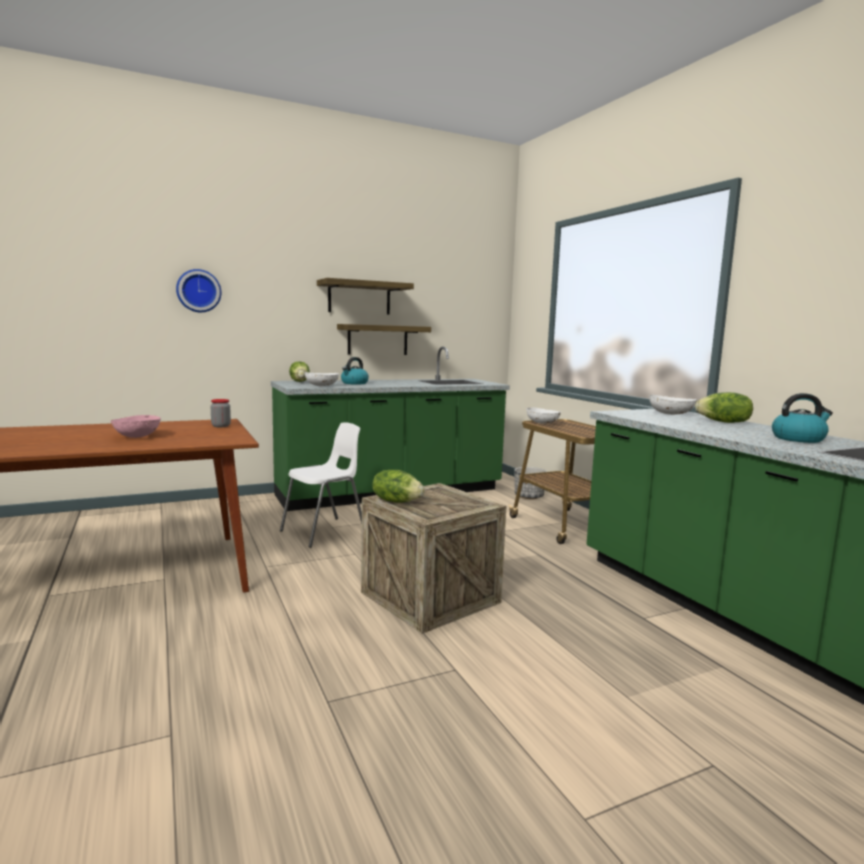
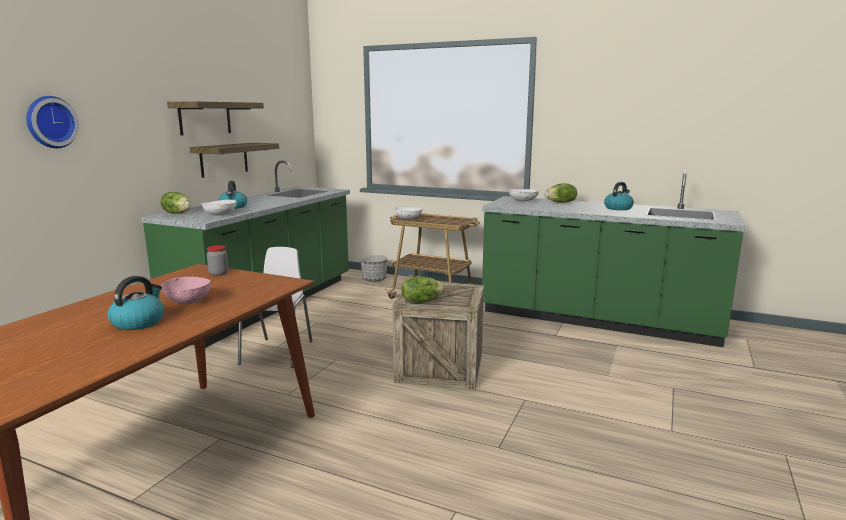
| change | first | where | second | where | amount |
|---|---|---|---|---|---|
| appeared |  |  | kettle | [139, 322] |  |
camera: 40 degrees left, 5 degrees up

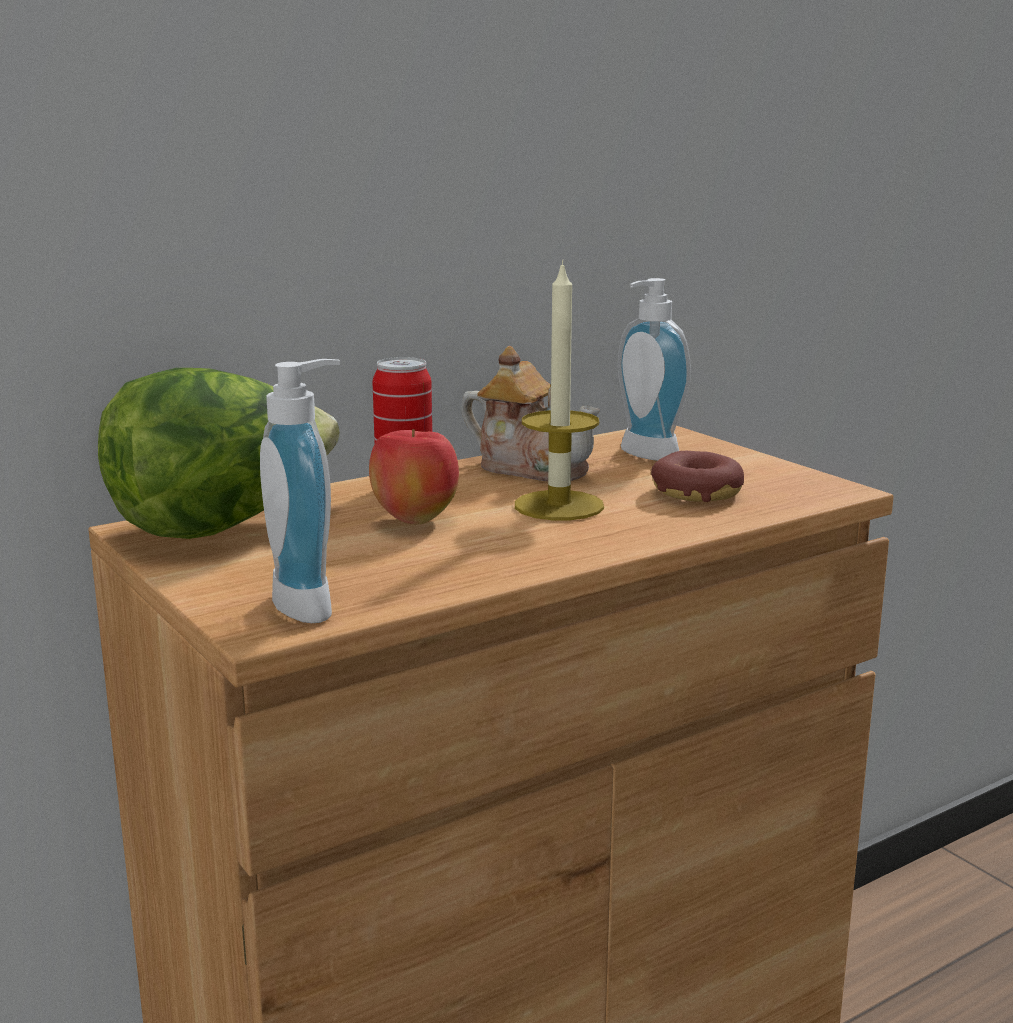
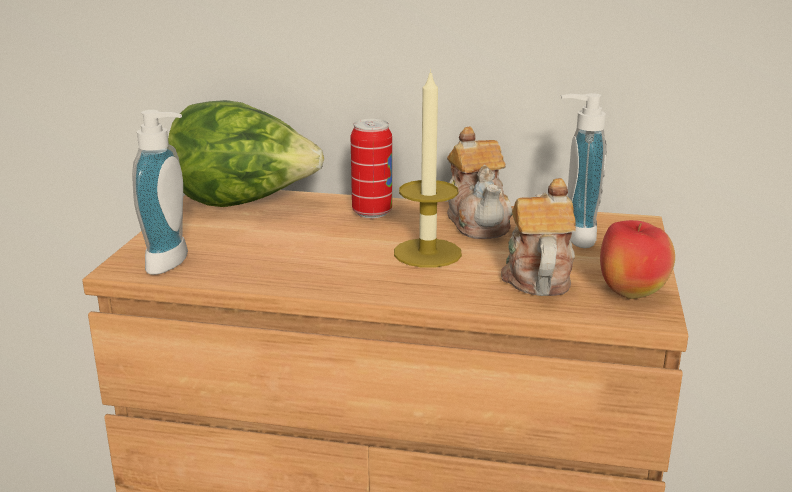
| change | first | where | second | where | amount |
|---|---|---|---|---|---|
| relocated | apple fruit | [414, 520] |  | [630, 294] |  |
| exchanged | donut | [696, 492] | teapot | [536, 276] |  |
camera: 45 degrees right, 5 degrees up

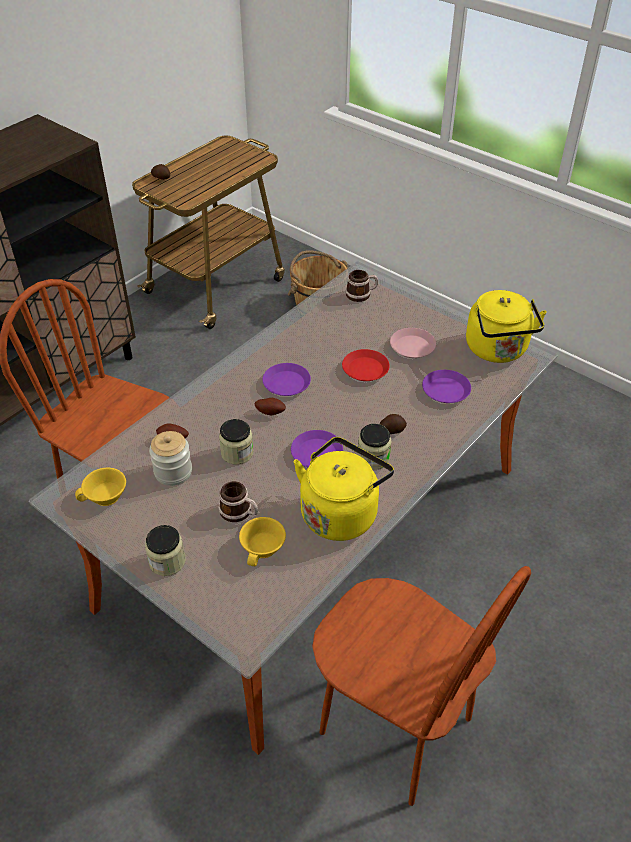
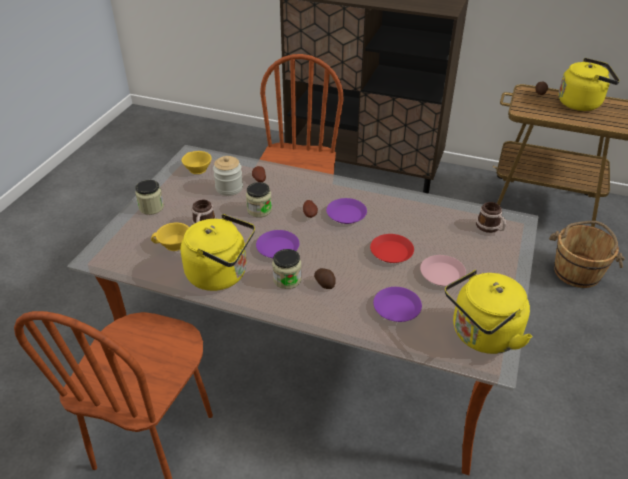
| change | first | where | second | where | amount |
|---|---|---|---|---|---|
| appeared |  |  | kettle in yellow | [582, 103] |  |
camera: 70 degrees right, 5 degrees down

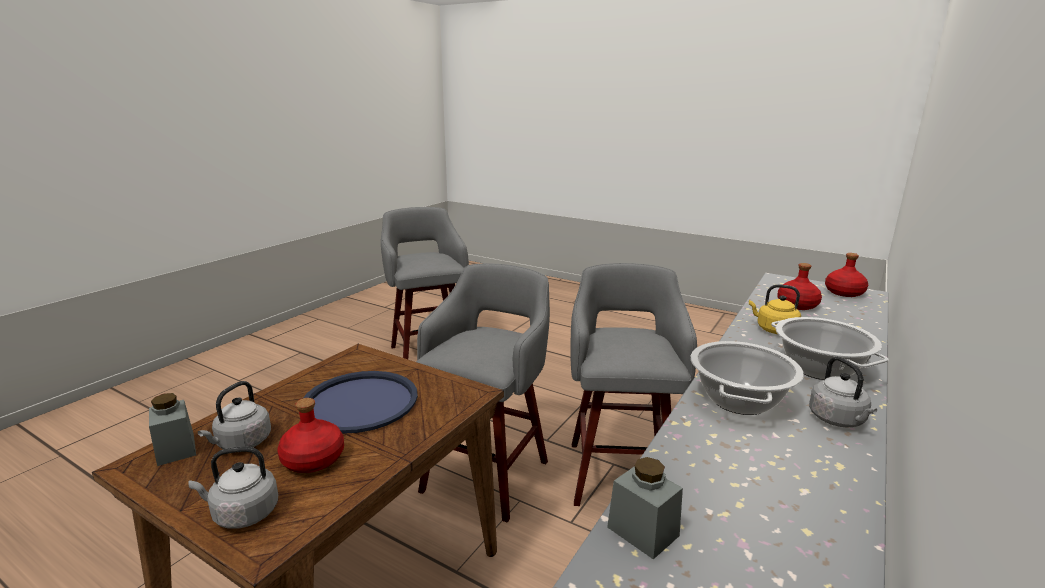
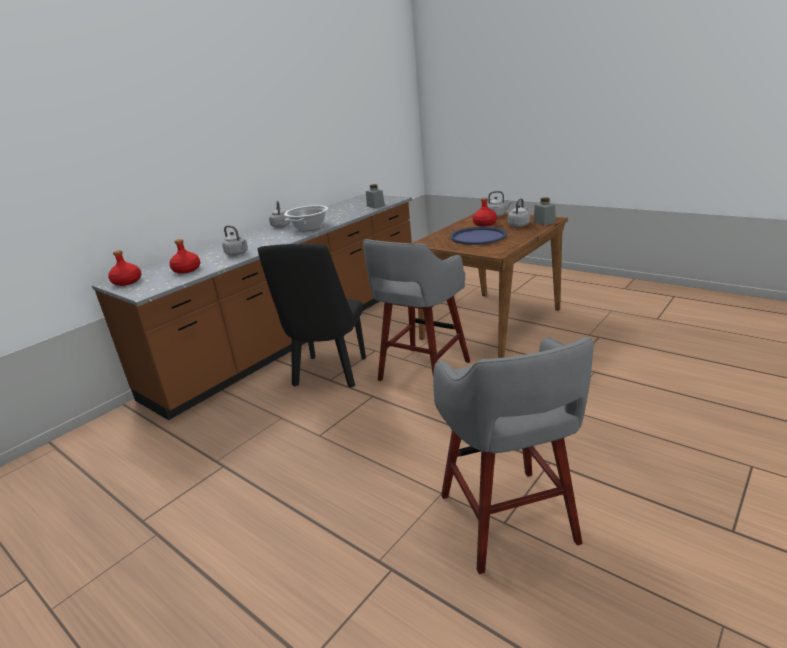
| change | first | where | second | where | amount |
|---|---|---|---|---|---|
| missing | saucepot | [819, 368] |  |  |  |
| exchanged | sitting stool in greyish | [620, 471] | plain chair in black-coloured | [329, 375] |  |
| colour | kettle in yellow | [774, 330] | kettle in greyish | [237, 254] |  |
camera: 170 degrees left, 5 degrees up

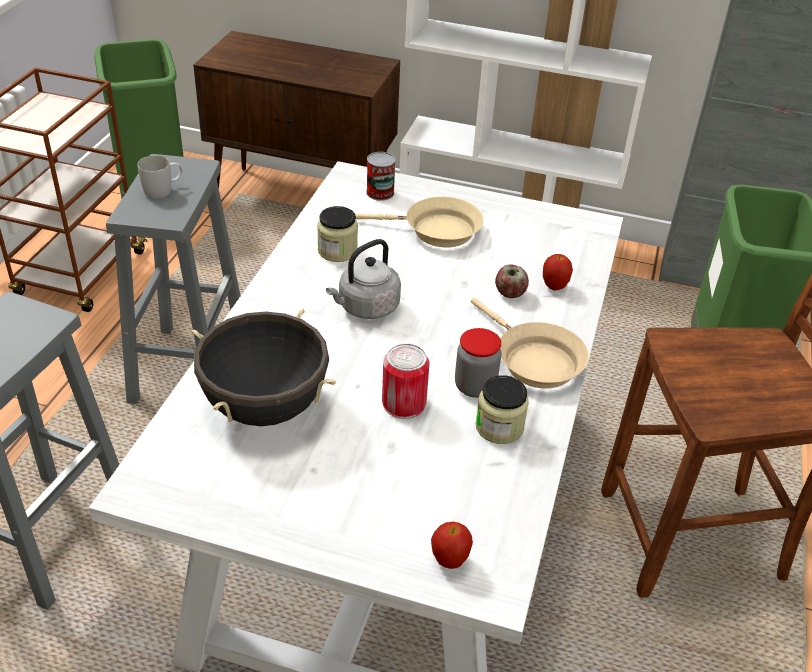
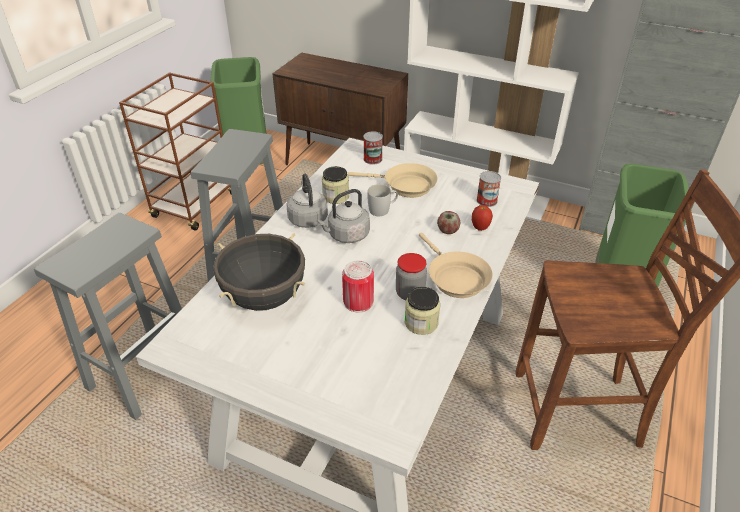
| change | first | where | second | where | amount |
|---|---|---|---|---|---|
| missing | apple fruit | [449, 561] |  |  |  |
| appeared |  |  | kettle in greyish | [307, 218] |  |
| appeared |  |  | can | [486, 201] |  |
| relocated | tea mug in white | [163, 190] |  | [383, 209] |  |
camera: 10 degrees right, 0 degrees up

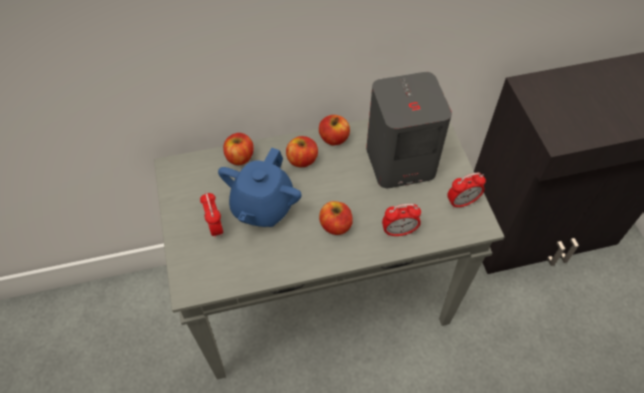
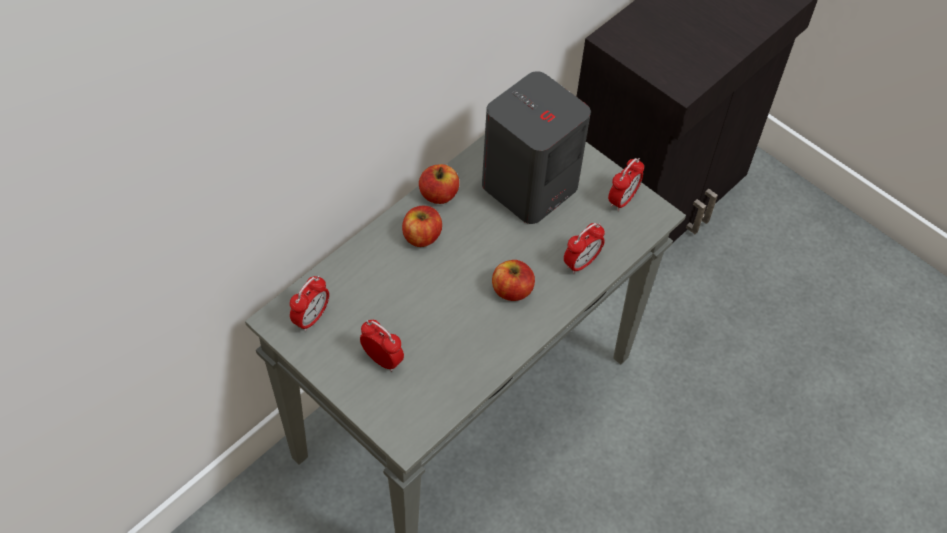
| change | first | where | second | where | amount |
|---|---|---|---|---|---|
| missing | teapot in bluish | [262, 207] |  |  |  |
| missing | apple fruit | [239, 157] |  |  |  |
| appeared |  |  | bedside clock | [311, 318] |  |
camera: 35 degrees left, 0 degrees up

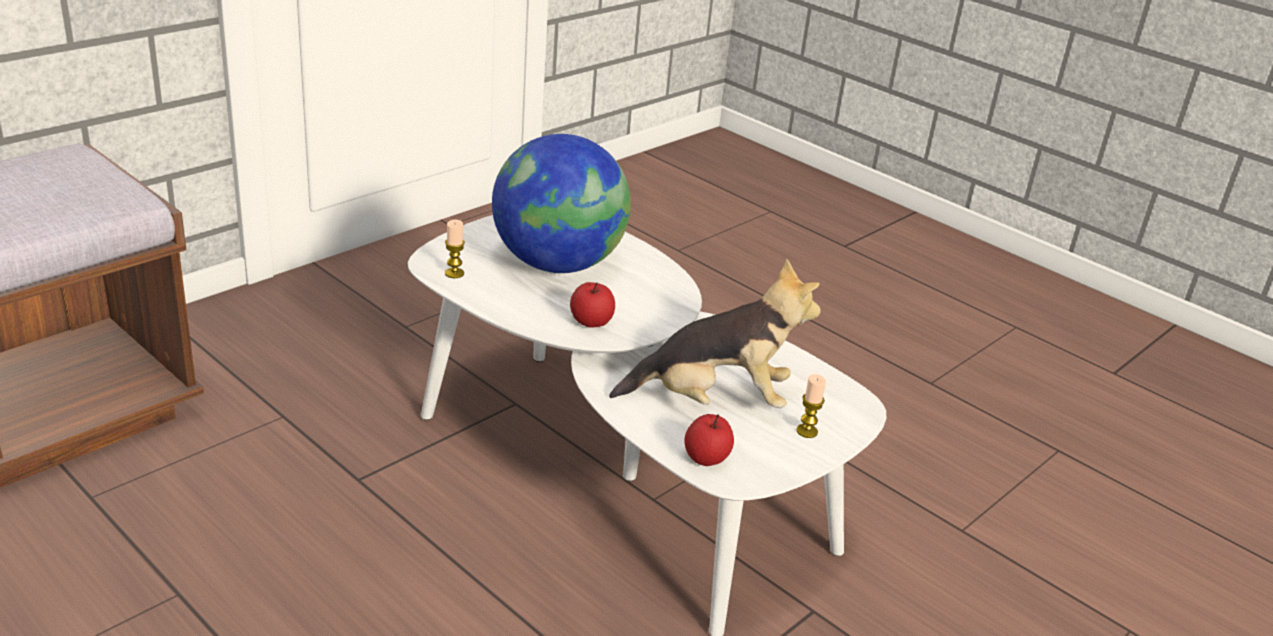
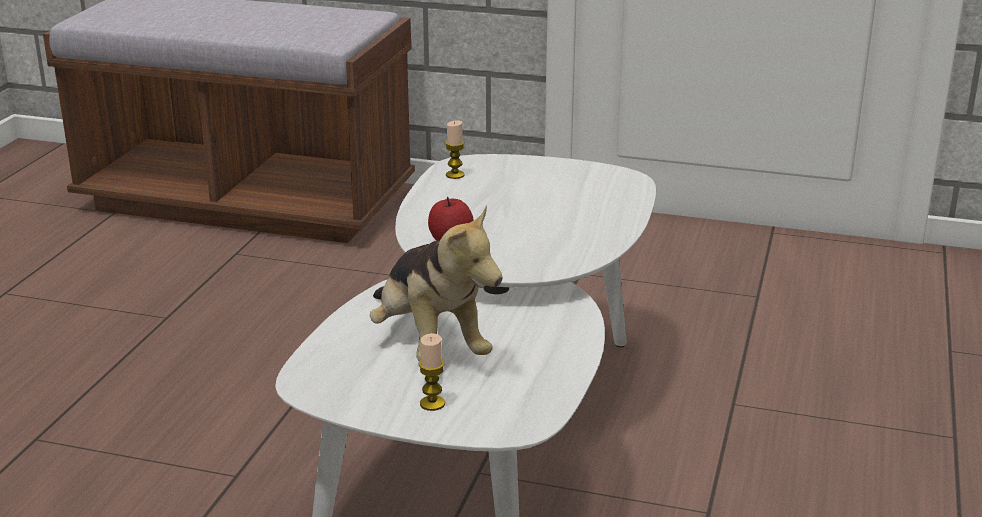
| change | first | where | second | where | amount |
|---|---|---|---|---|---|
| missing | desk globe | [557, 264] |  |  |  |
| missing | apple fruit | [706, 458] |  |  |  |
camera: 65 degrees right, 5 degrees down

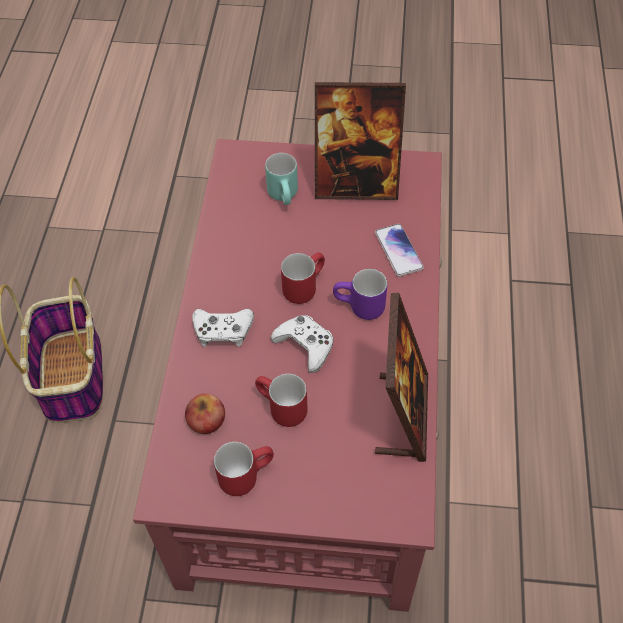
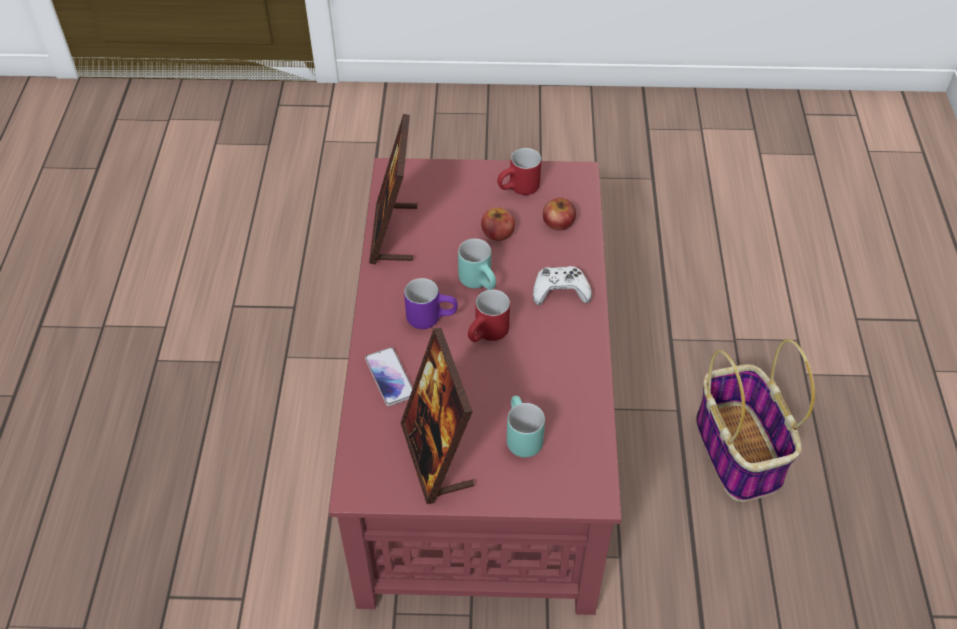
| change | first | where | second | where | amount |
|---|---|---|---|---|---|
| exchanged | tea mug in reddish | [280, 410] | apple fruit | [497, 232] |  |
| exchanged | joypad in white | [305, 345] | tea mug in turquoise | [481, 282] |  |
| spun | photo frame | [356, 185] |  | [437, 456] | 105 degrees counterclockwise |
camera: 175 degrees right, 5 degrees down

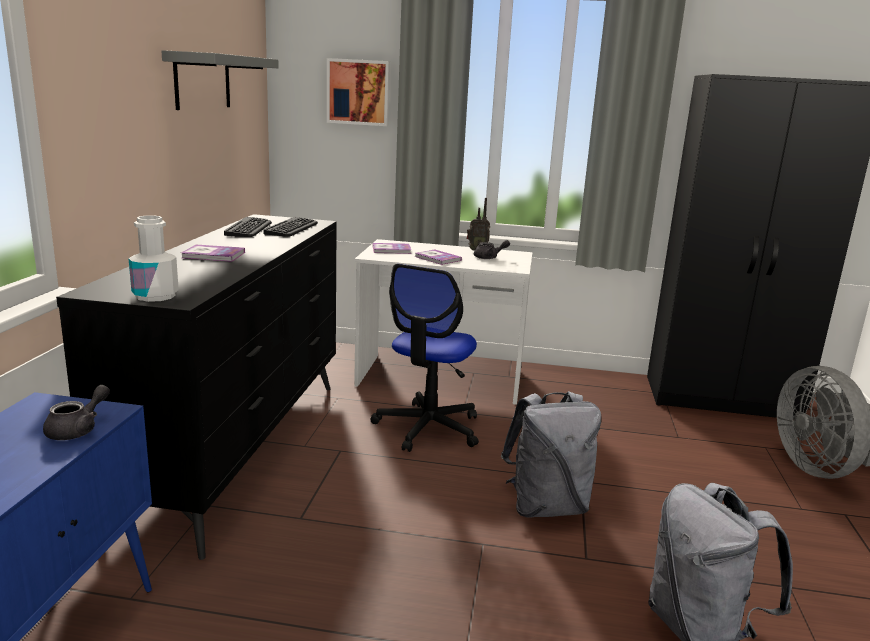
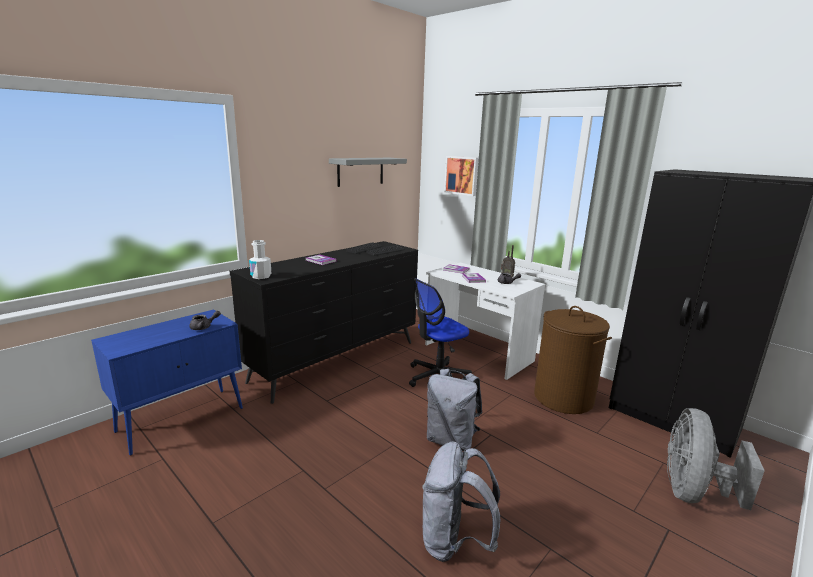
| change | first | where | second | where | amount |
|---|---|---|---|---|---|
| appeared |  |  | hamper in brown | [563, 398] |  |
camera: 35 degrees right, 0 degrees up

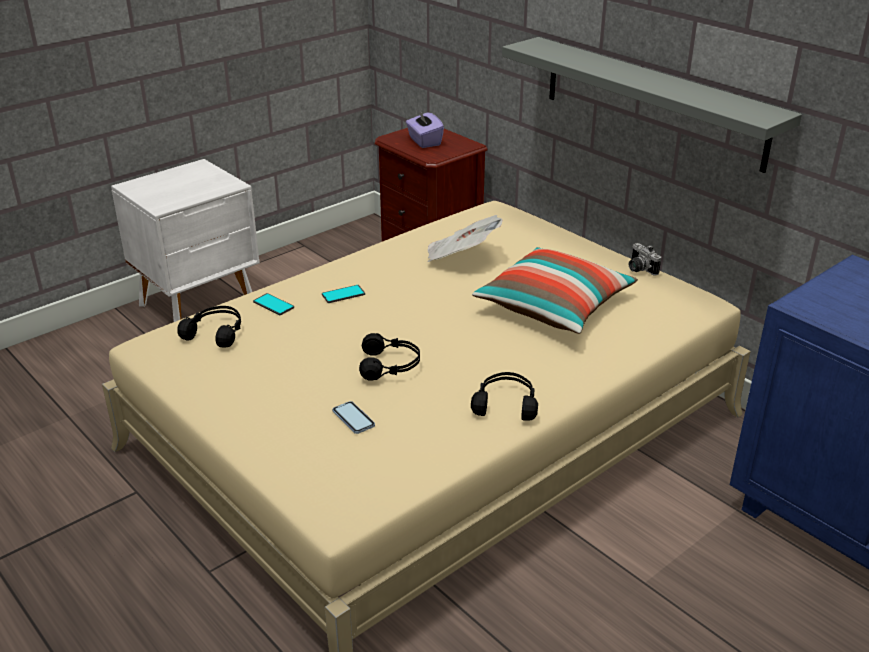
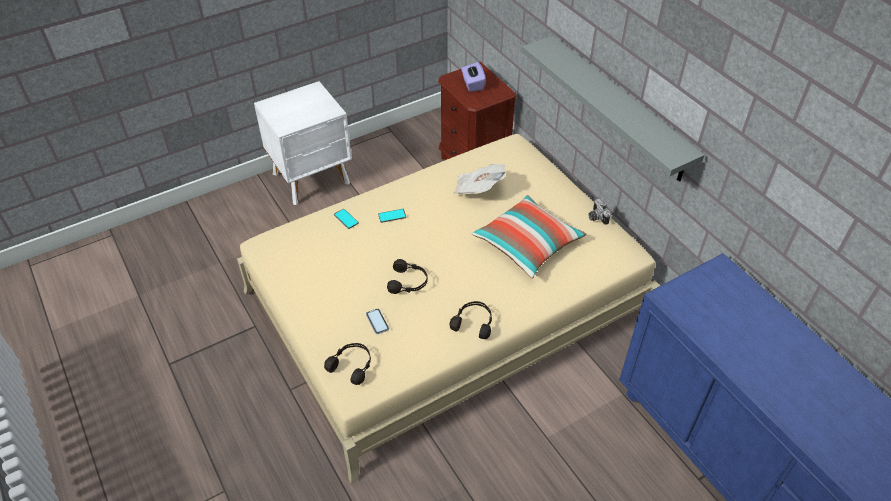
| change | first | where | second | where | amount |
|---|---|---|---|---|---|
| relocated | headset in black-coloured | [216, 333] |  | [352, 365] |  |
camera: 10 degrees right, 15 degrees up

